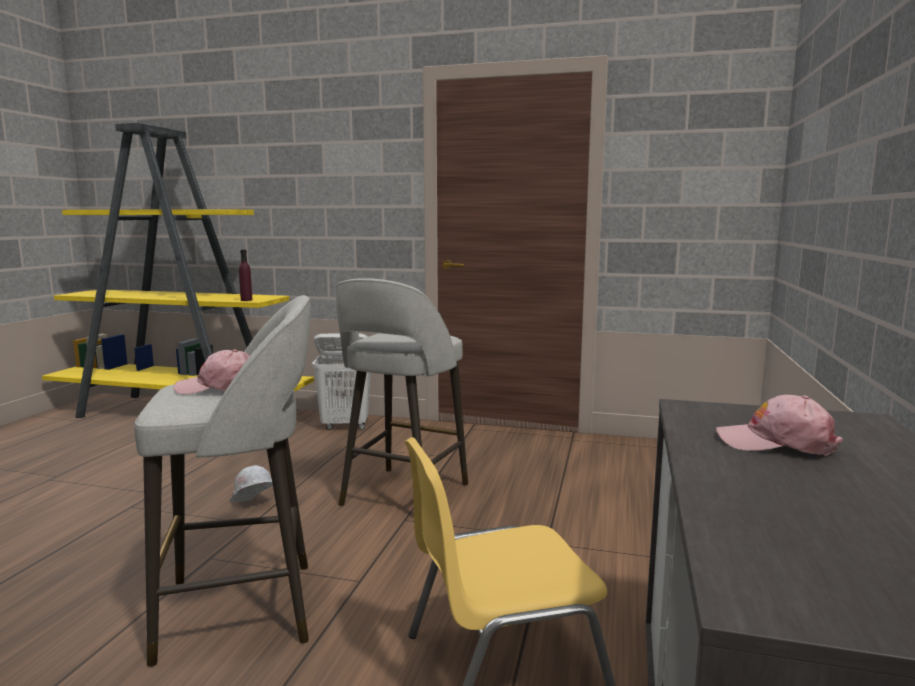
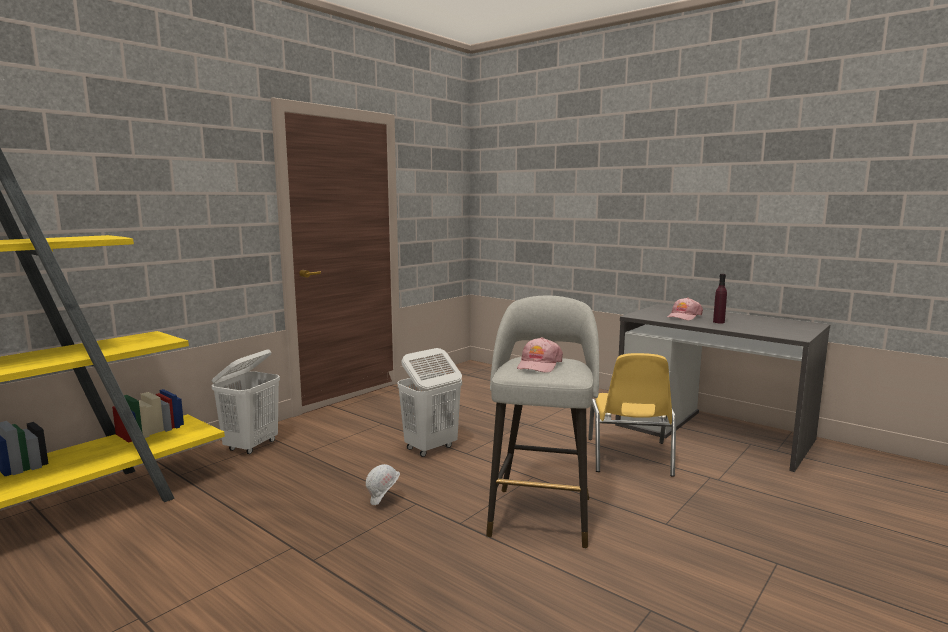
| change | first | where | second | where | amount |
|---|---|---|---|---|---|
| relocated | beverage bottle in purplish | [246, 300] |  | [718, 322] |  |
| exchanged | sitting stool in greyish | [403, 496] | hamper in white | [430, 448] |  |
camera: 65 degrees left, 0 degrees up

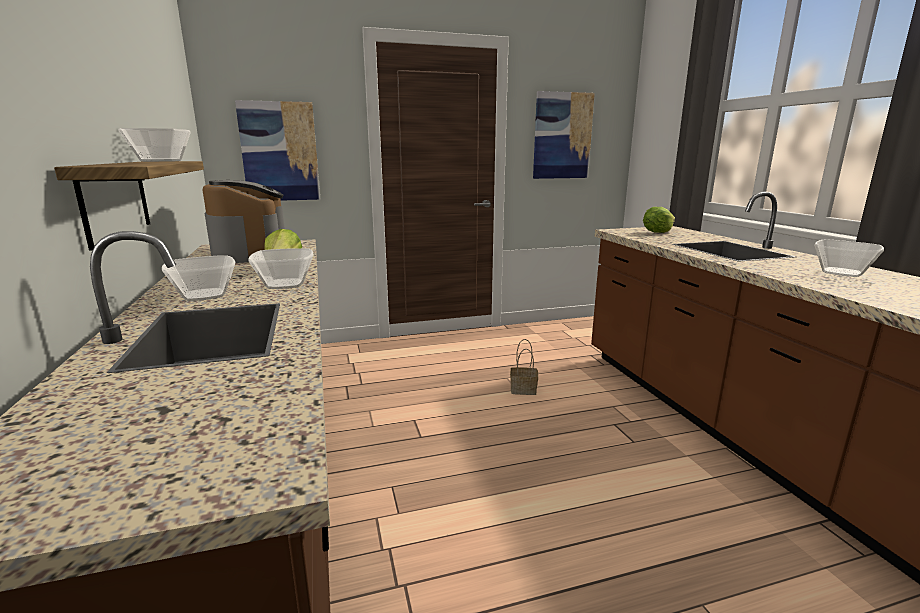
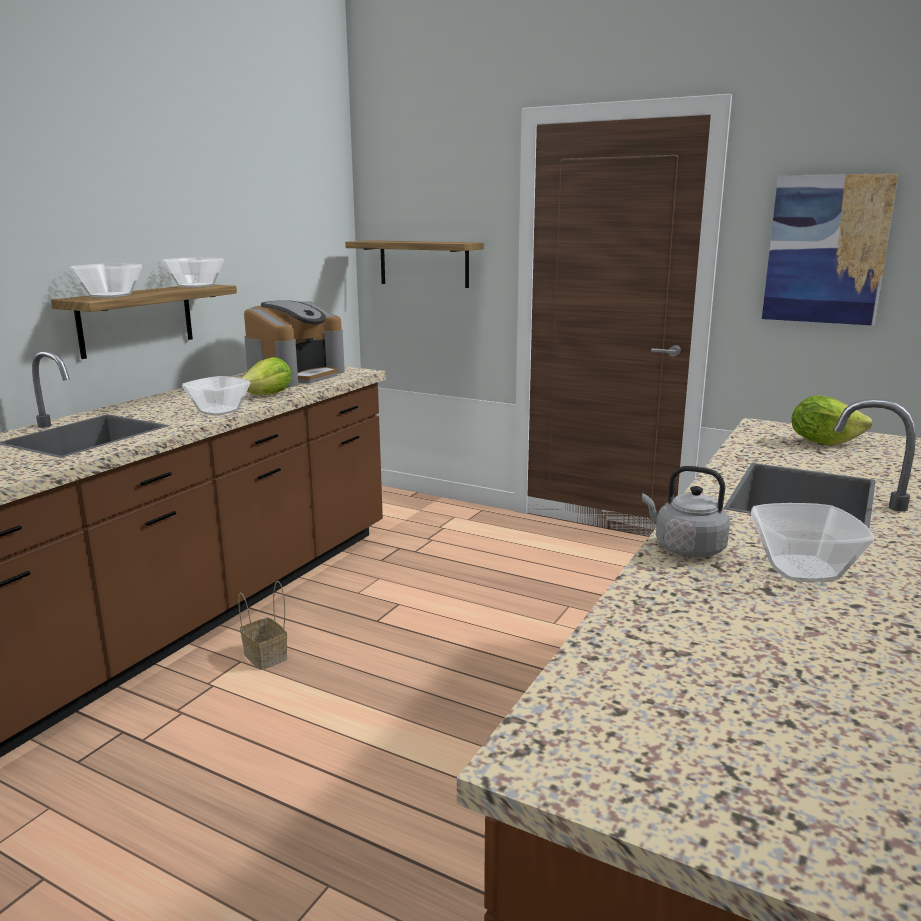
| change | first | where | second | where | amount |
|---|---|---|---|---|---|
| appeared |  |  | kettle in greyish | [685, 548] |  |
| relocated | bowl | [205, 295] |  | [110, 296] |  |
| relocated | household basket | [524, 389] |  | [267, 657] |  |
| exchanged | wall art | [280, 152] | shelf | [424, 263] |  |
camera: 45 degrees right, 0 degrees up

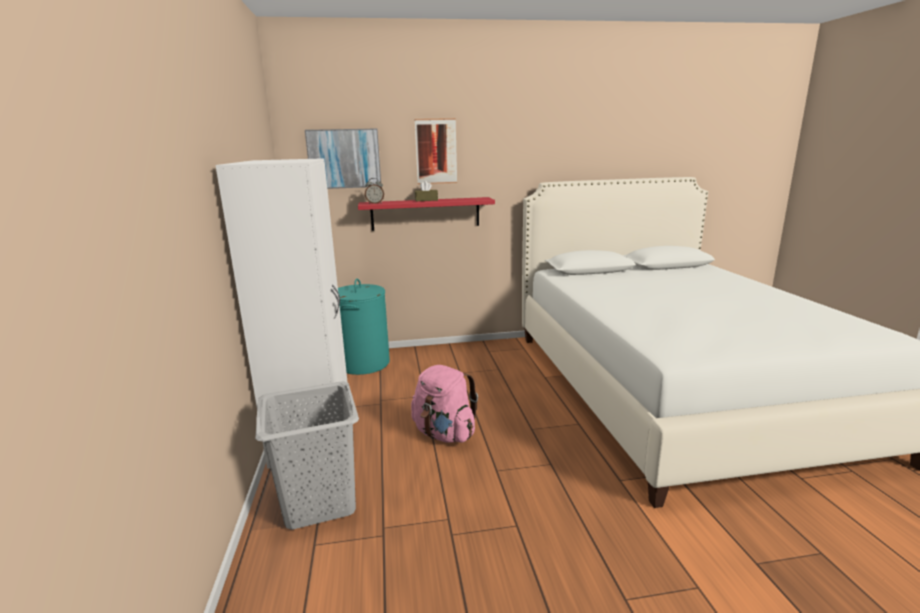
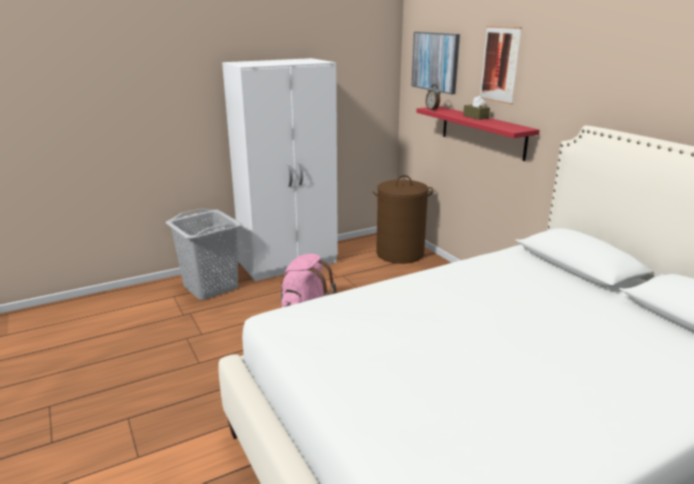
| change | first | where | second | where | amount |
|---|---|---|---|---|---|
| colour | hamper in turquoise | [364, 363] | hamper in brown | [400, 254] |  |
camera: 70 degrees right, 5 degrees up

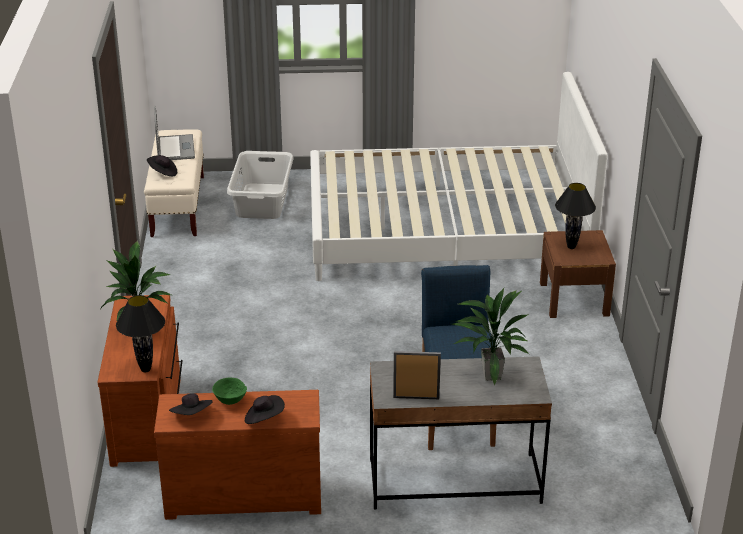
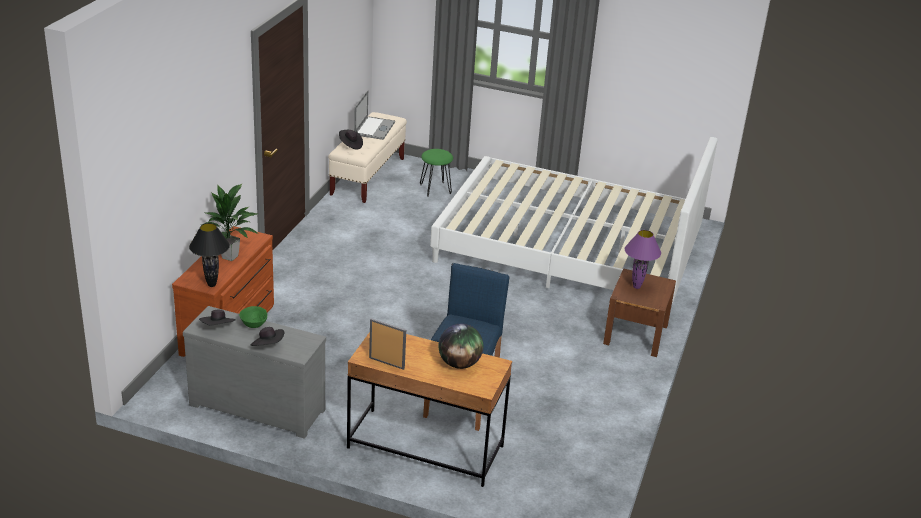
| change | first | where | second | where | amount |
|---|---|---|---|---|---|
| exchanged | hamper in greyish | [261, 201] | sitting stool in green | [435, 189] |  |
| exchanged | potted plant | [490, 375] | desk globe | [459, 364] |  |
| colour | chest of drawers in brown | [244, 494] | chest of drawers in greyish | [259, 405] |  |
| colour | desk unit in greyish | [454, 481] | desk unit in brown | [425, 447] |  |
| colour | lamp for a table in black-coloured | [571, 247] | lamp for a table in purplish | [637, 287] |  |
camera: 20 degrees right, 0 degrees up

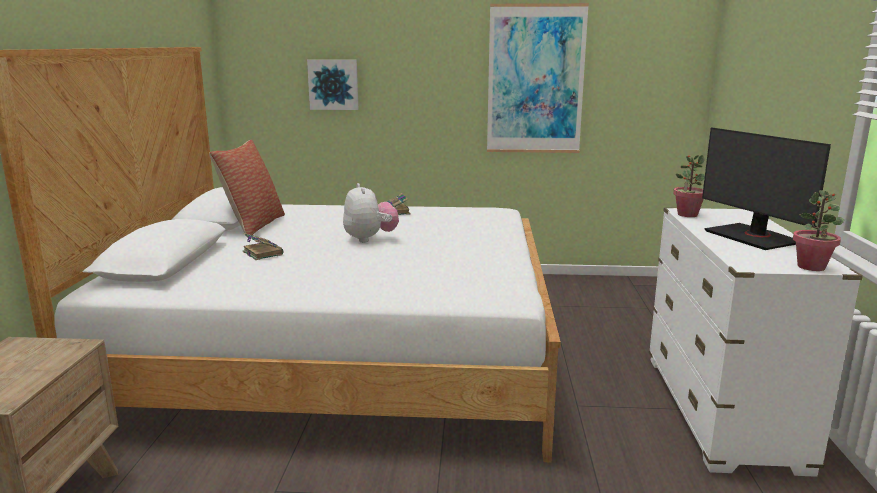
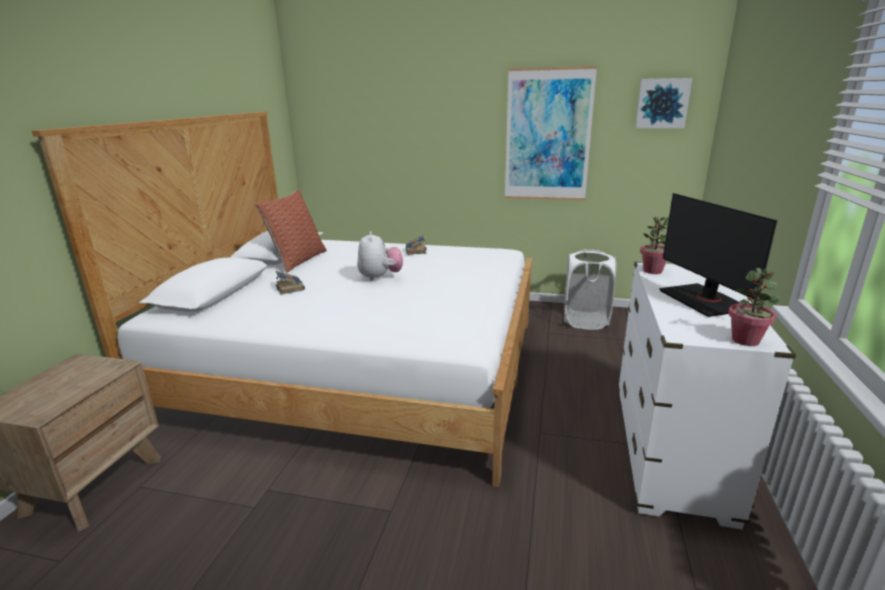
| change | first | where | second | where | amount |
|---|---|---|---|---|---|
| appeared |  |  | hamper in white | [585, 321] |  |
| relocated | wall art | [333, 84] |  | [662, 103] |  |
camera: 10 degrees right, 5 degrees up

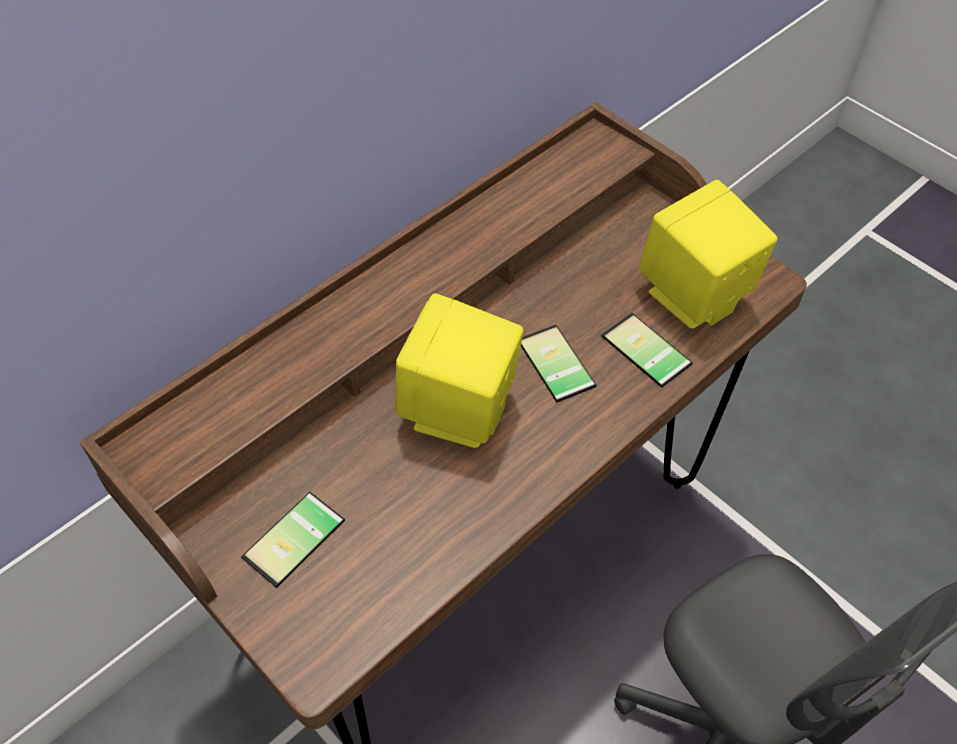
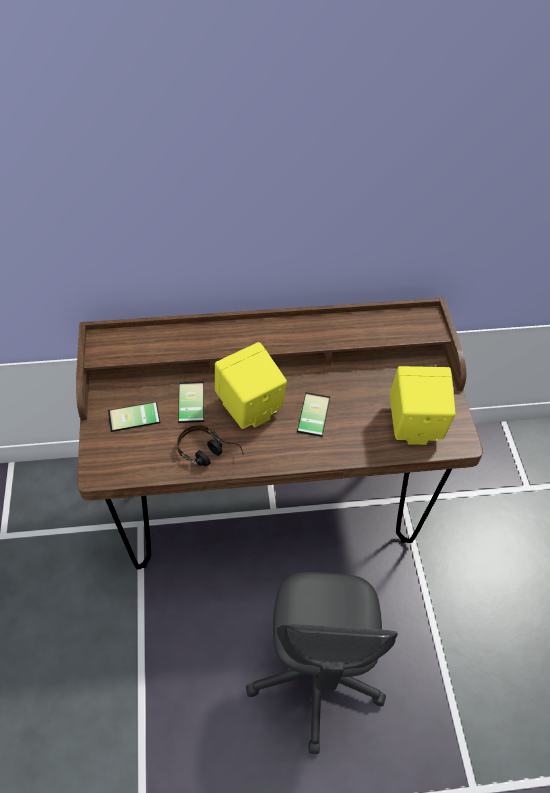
| change | first | where | second | where | amount |
|---|---|---|---|---|---|
| appeared |  |  | headset | [210, 454] |  |
| relocated | handset | [642, 352] |  | [188, 402] |  |
camera: 35 degrees right, 0 degrees up

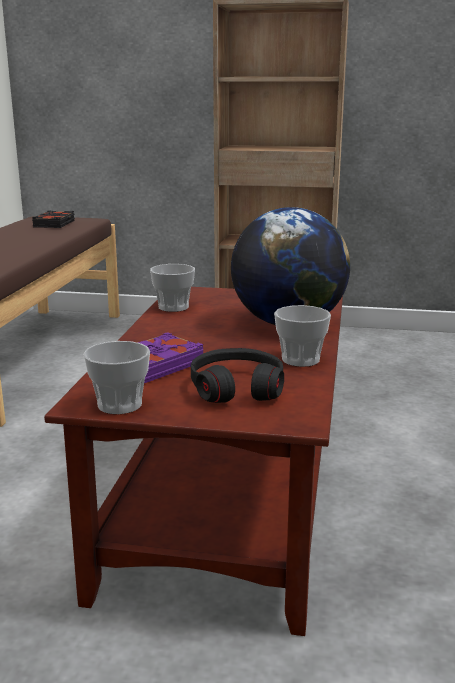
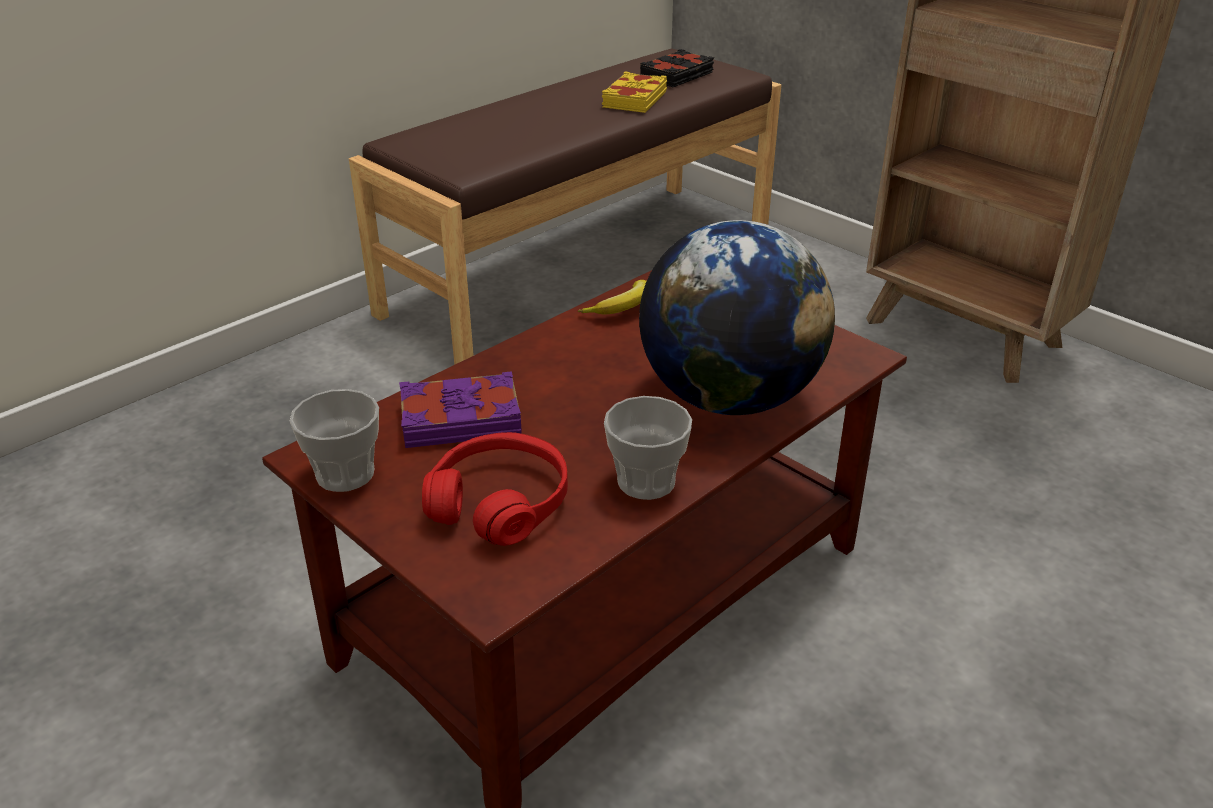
| change | first | where | second | where | amount |
|---|---|---|---|---|---|
| appeared |  |  | volume in yellow | [633, 99] |  |
| exchanged | cup | [173, 307] | banana | [623, 307] |  |
| colour | headset in black-coloured | [237, 388] | headset in reddish | [500, 502] |  |
camera: 35 degrees right, 15 degrees up

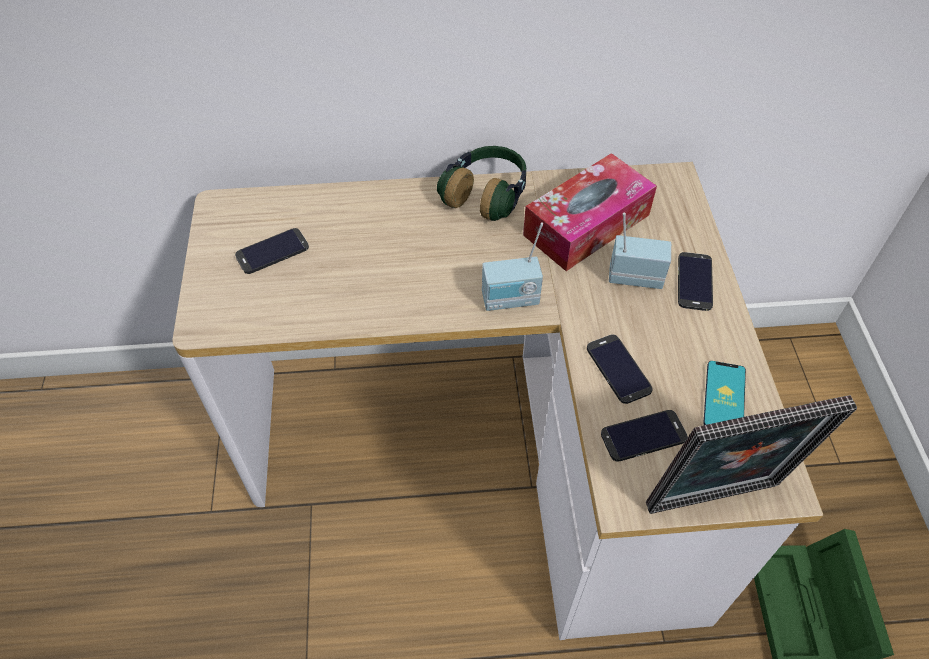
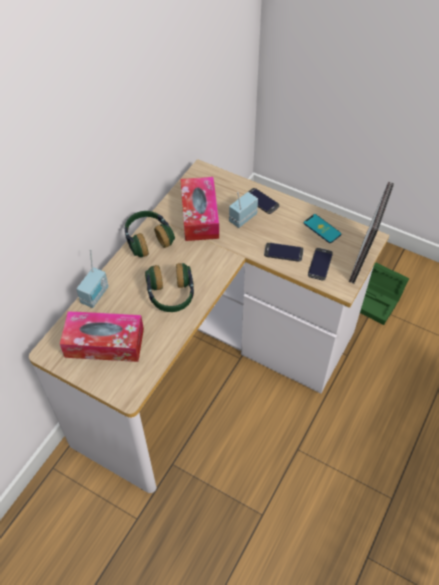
| change | first | where | second | where | amount |
|---|---|---|---|---|---|
| appeared |  |  | headset | [171, 295] |  |
| relocated | radio | [511, 301] |  | [96, 296] |  |
| exchanged | handset | [272, 251] | box of tissues | [104, 343] |  |
camera: 55 degrees left, 0 degrees up

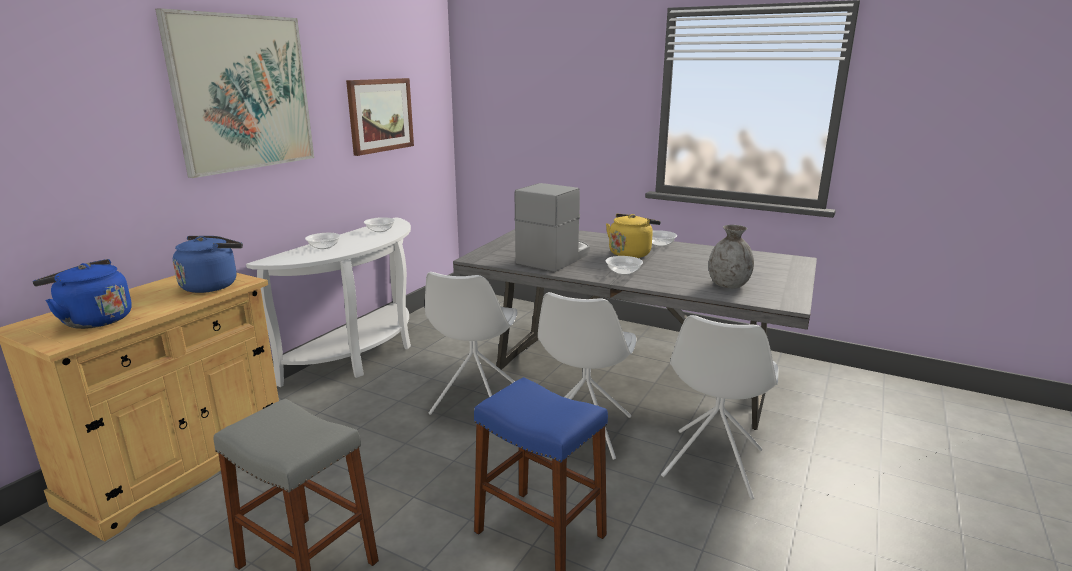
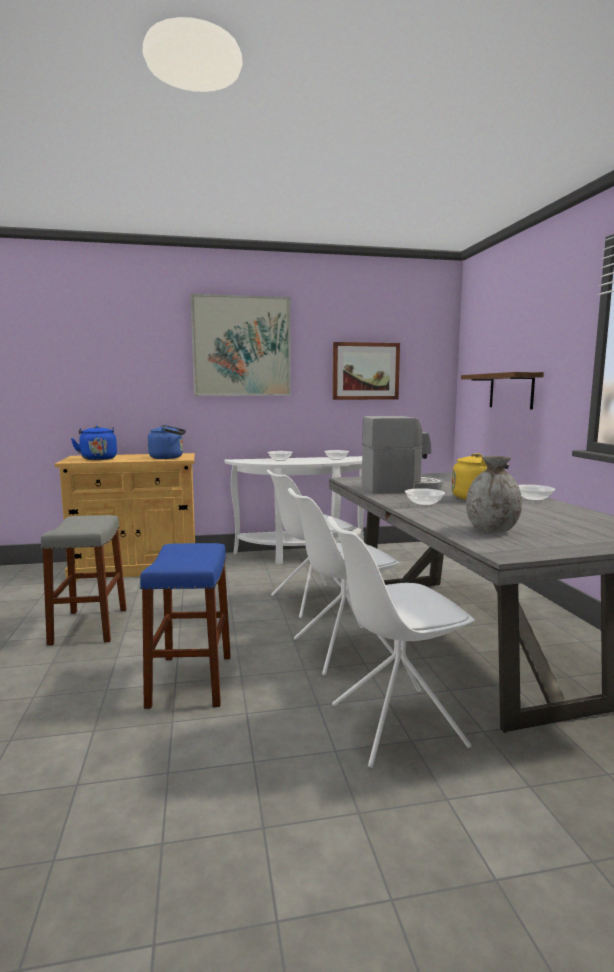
| change | first | where | second | where | amount |
|---|---|---|---|---|---|
| appeared |  |  | shelf | [511, 391] |  |
camera: 50 degrees right, 10 degrees down

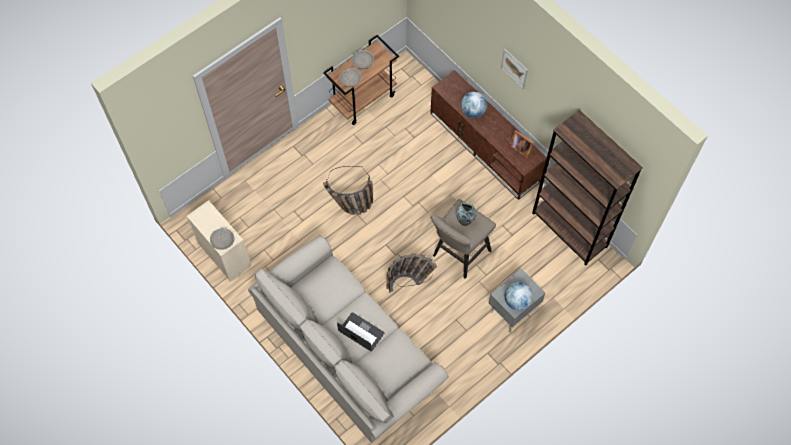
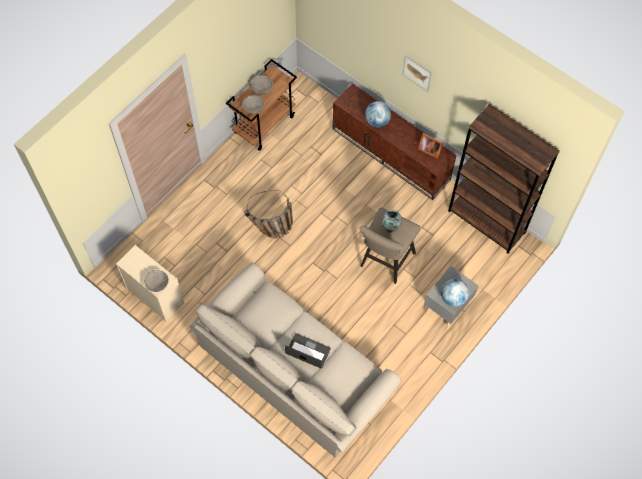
| change | first | where | second | where | amount |
|---|---|---|---|---|---|
| missing | household basket | [410, 282] |  |  |  |
camera: 10 degrees left, 0 degrees up

